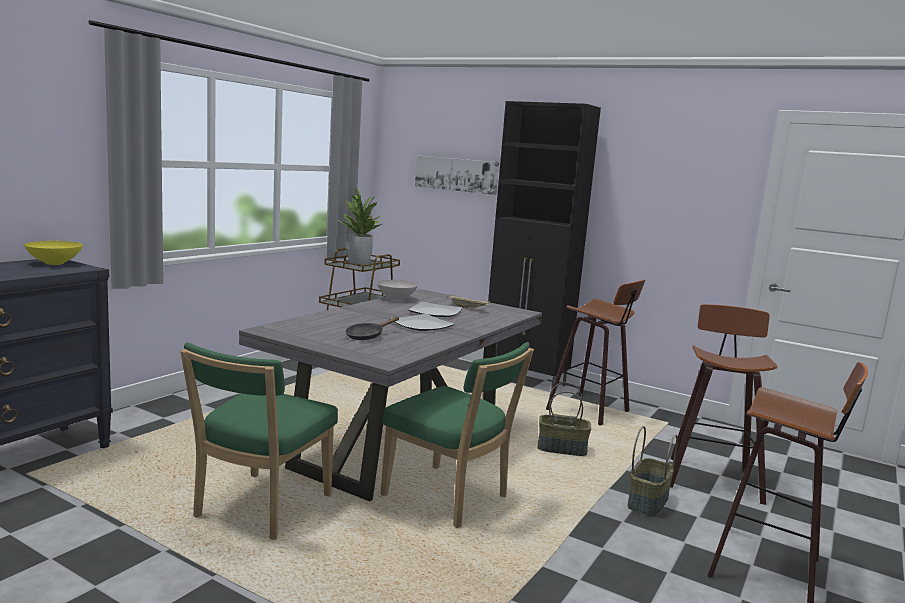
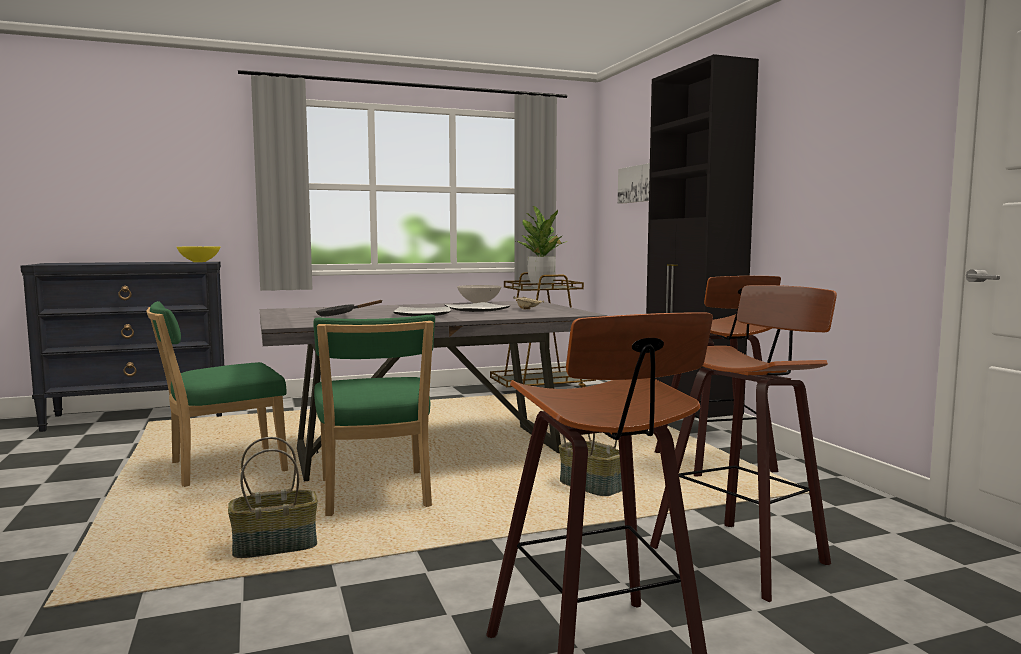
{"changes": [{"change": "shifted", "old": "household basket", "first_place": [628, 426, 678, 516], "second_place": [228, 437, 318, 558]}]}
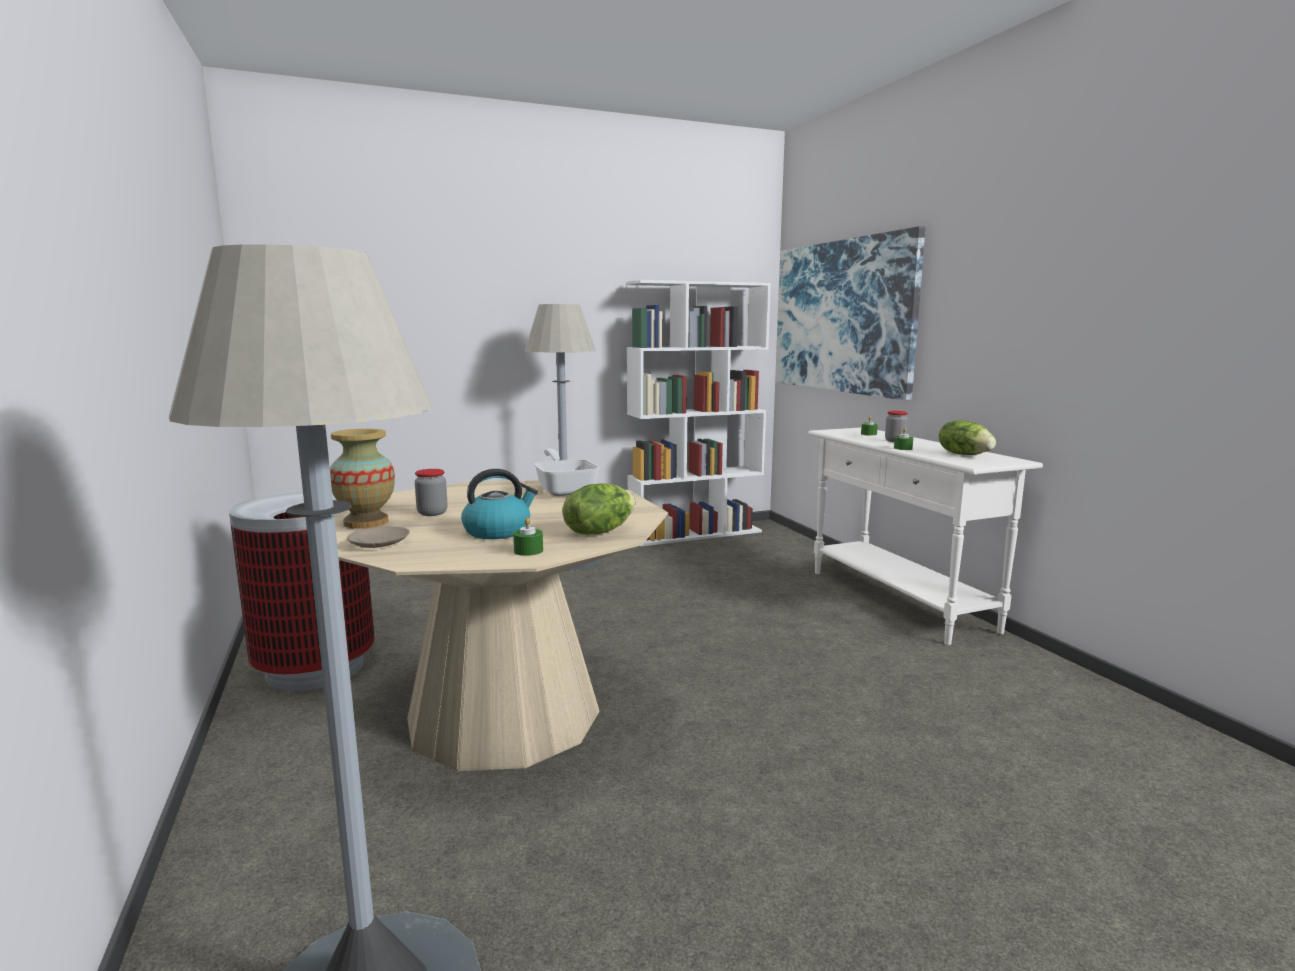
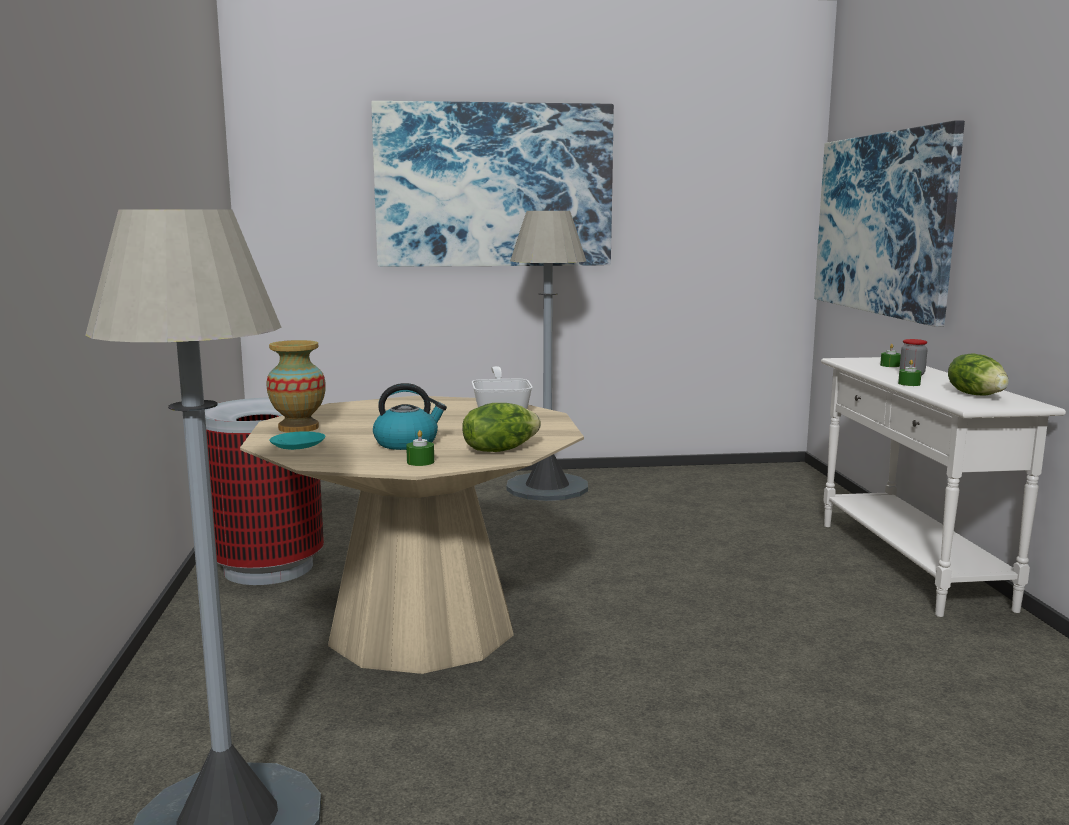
{"changes": [{"change": "repainted", "old": "dinner plate in sand-coloured", "new": "dinner plate in blue-green", "first_place": [347, 526, 410, 548], "second_place": [270, 431, 325, 450]}, {"change": "gone", "old": "storage jar", "first_place": [415, 469, 448, 516]}, {"change": "gone", "old": "shelving unit in white-coloured", "first_place": [626, 280, 771, 546]}, {"change": "new", "new": "wall art", "second_place": [371, 101, 614, 267]}]}
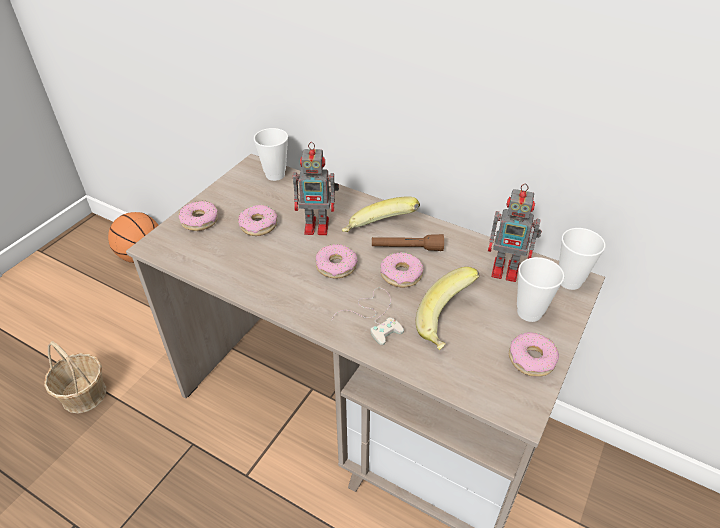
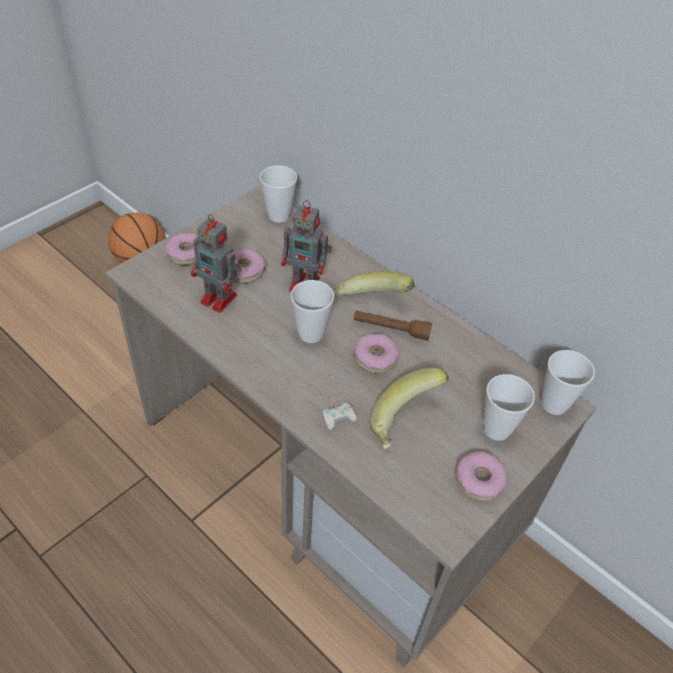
{"changes": [{"change": "gone", "old": "household basket", "first_place": [44, 341, 106, 413]}, {"change": "swapped", "old": "ring doughnut", "new": "cup", "first_place": [316, 244, 358, 278], "second_place": [291, 280, 334, 343]}, {"change": "shifted", "old": "model robot", "first_place": [488, 184, 542, 282], "second_place": [191, 214, 242, 313]}]}
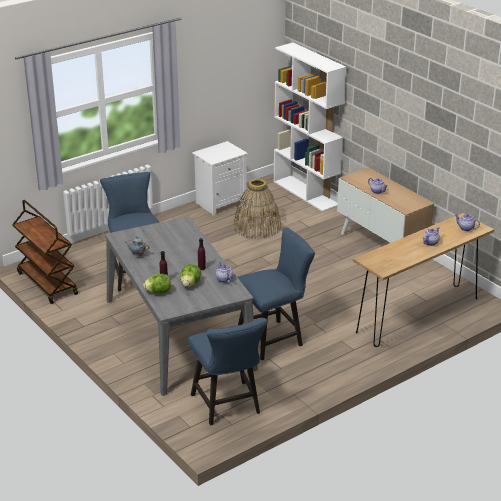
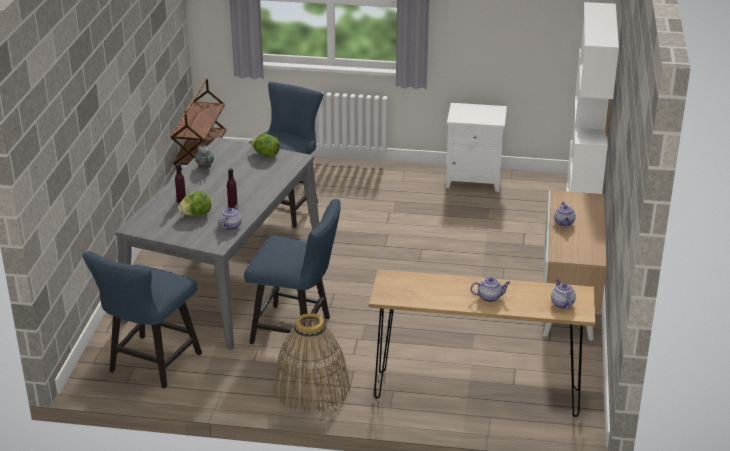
{"changes": [{"change": "shifted", "old": "lettuce", "first_place": [143, 274, 171, 294], "second_place": [251, 134, 280, 157]}, {"change": "shifted", "old": "household basket", "first_place": [234, 179, 281, 240], "second_place": [273, 313, 350, 413]}]}
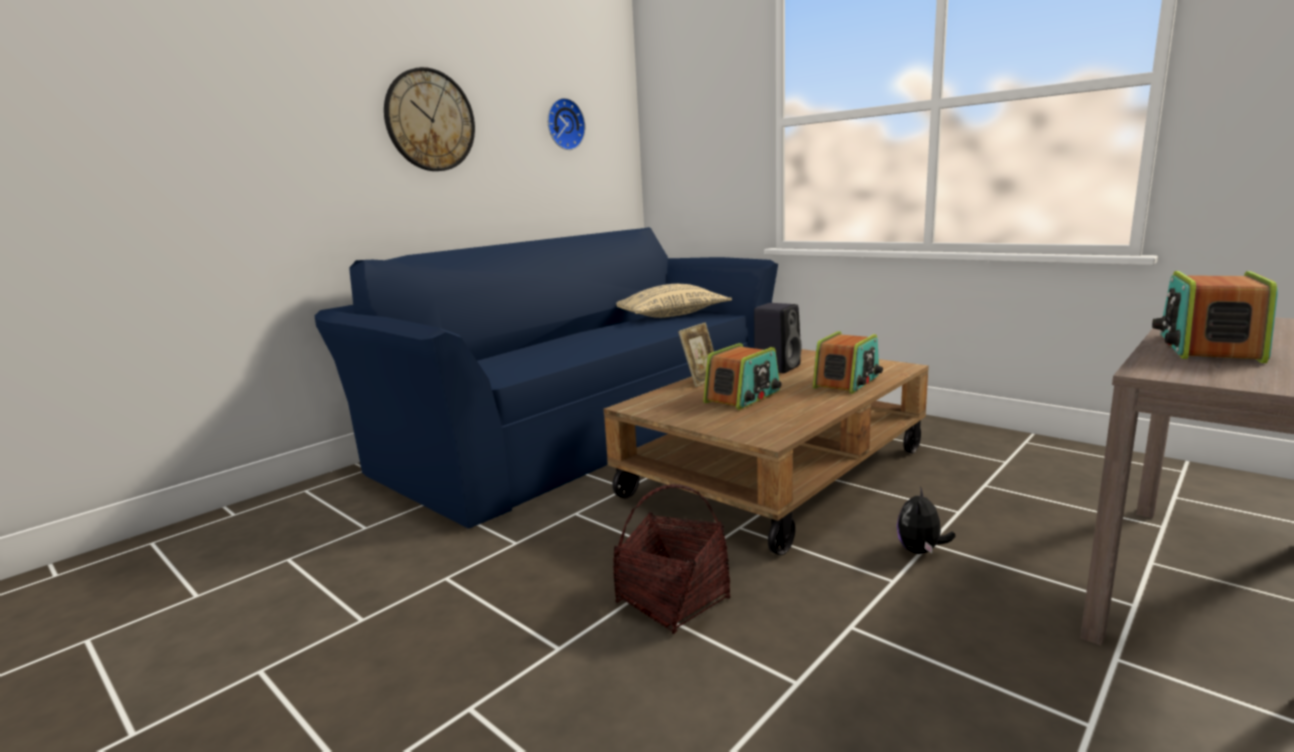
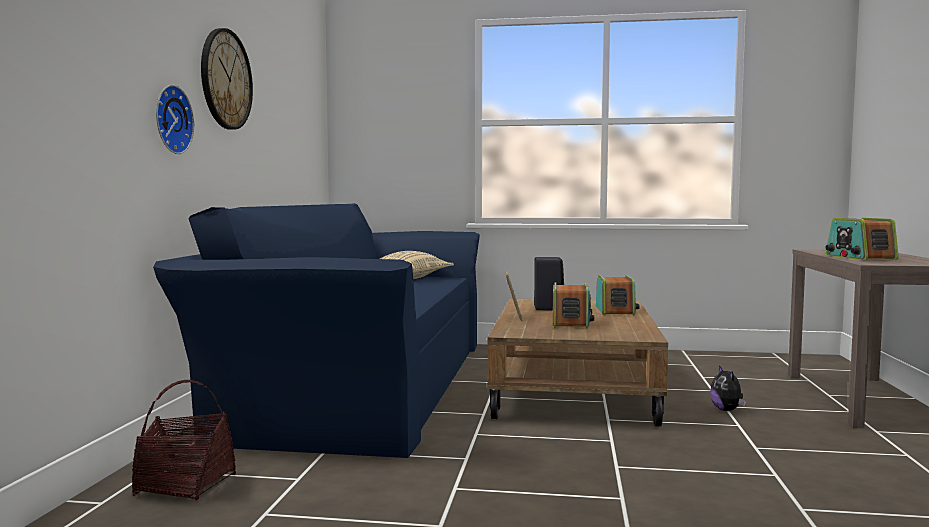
{"changes": [{"change": "shifted", "old": "clock on the wall", "first_place": [548, 98, 585, 150], "second_place": [156, 85, 194, 154]}, {"change": "shifted", "old": "household basket", "first_place": [613, 484, 730, 634], "second_place": [132, 380, 236, 501]}]}
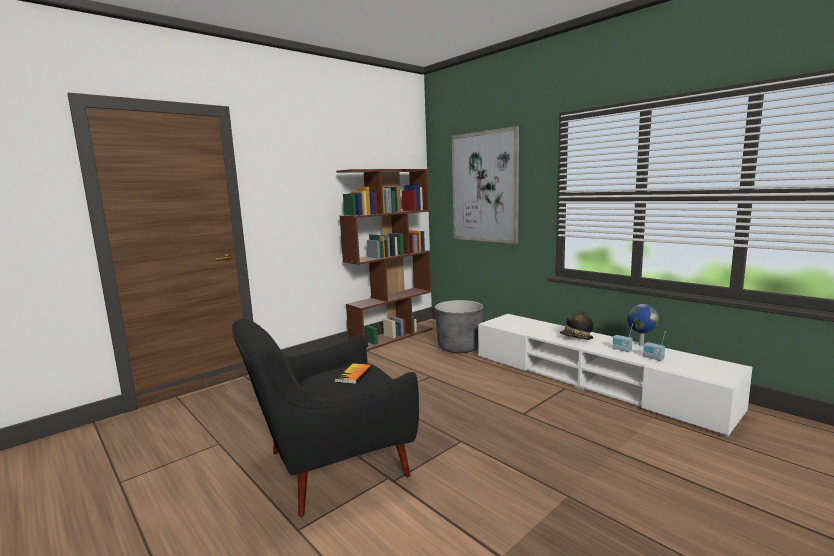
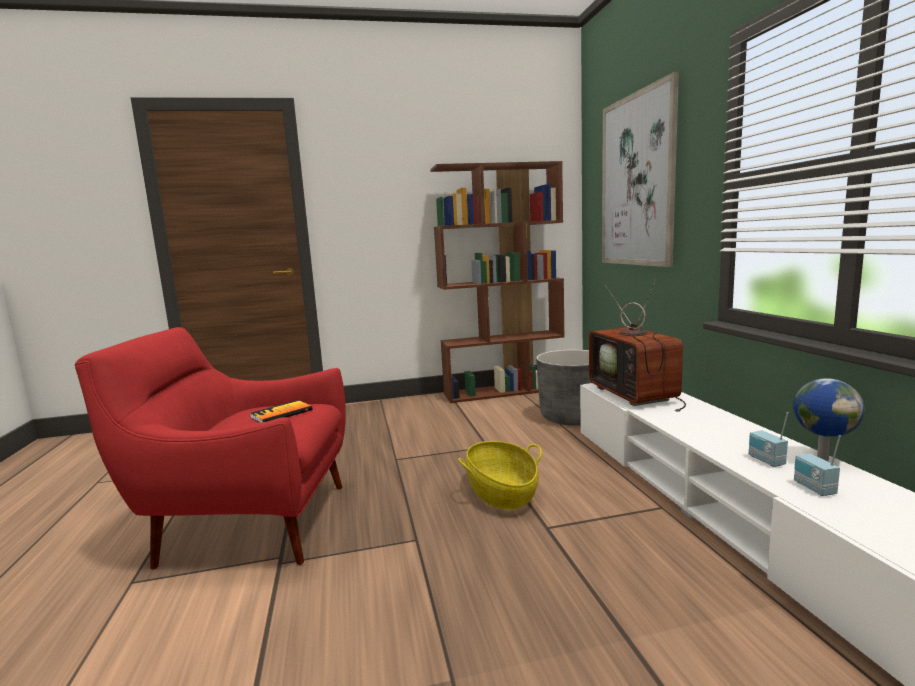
{"changes": [{"change": "repainted", "old": "easy chair in blackish", "new": "easy chair in red", "first_place": [232, 319, 419, 517], "second_place": [75, 327, 346, 570]}, {"change": "gone", "old": "clothing hat", "first_place": [560, 311, 593, 340]}, {"change": "new", "new": "household basket", "second_place": [458, 441, 542, 510]}, {"change": "new", "new": "television", "second_place": [589, 280, 686, 412]}]}
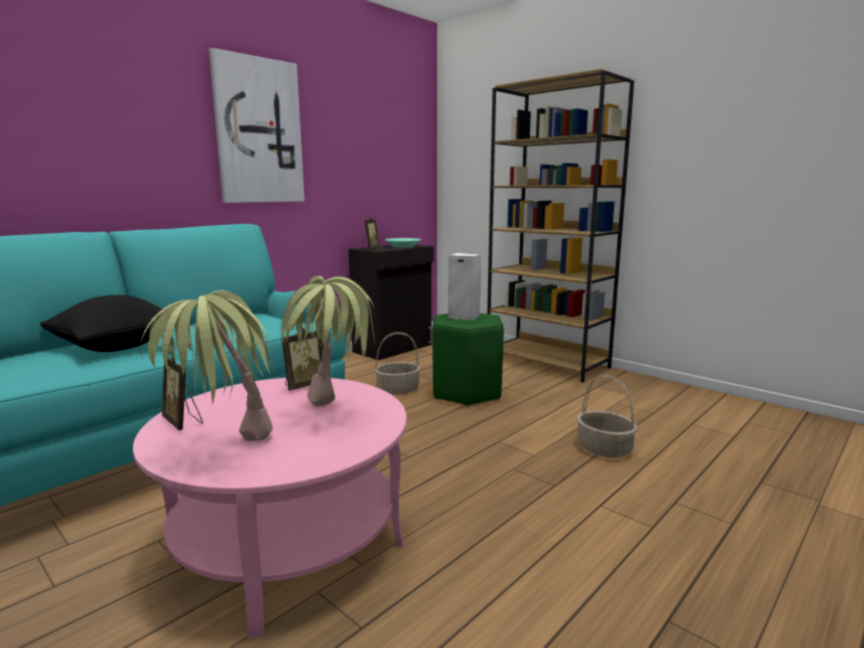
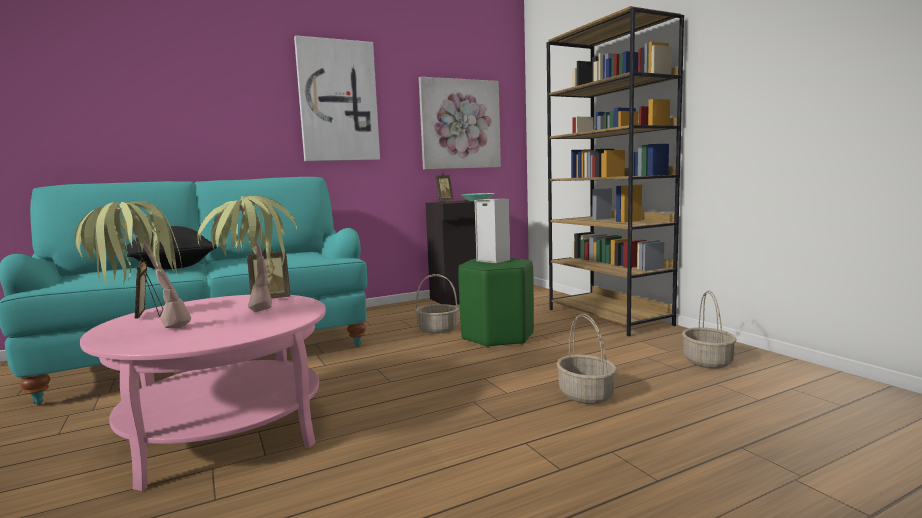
{"changes": [{"change": "new", "new": "wall art", "second_place": [419, 77, 501, 170]}, {"change": "new", "new": "household basket", "second_place": [682, 290, 737, 369]}]}
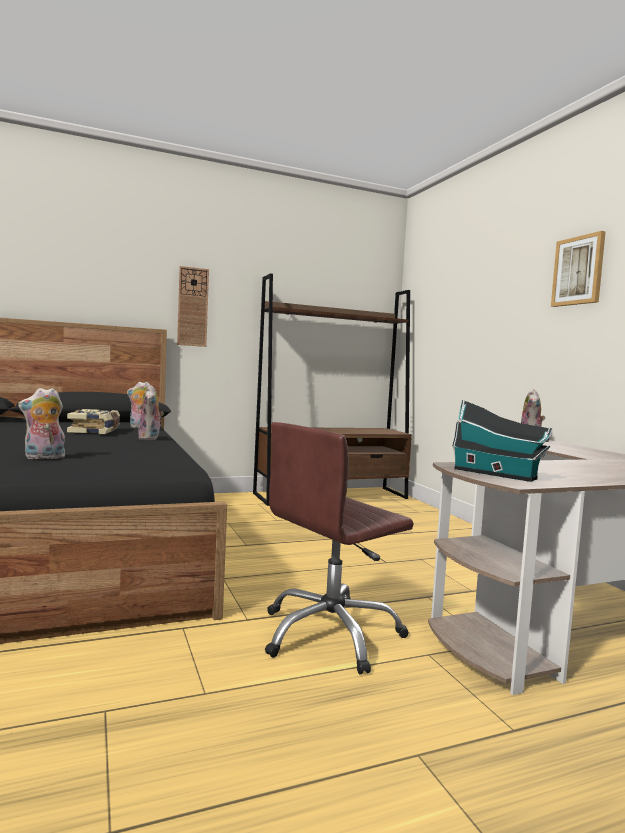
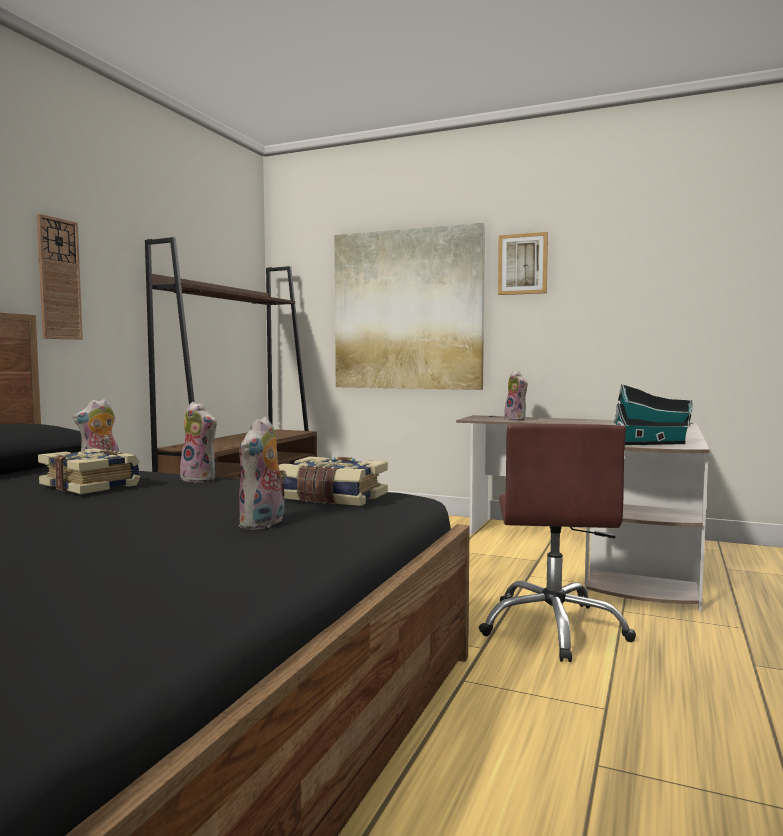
{"changes": [{"change": "new", "new": "volume", "second_place": [279, 456, 388, 506]}, {"change": "new", "new": "wall art", "second_place": [335, 223, 485, 390]}]}
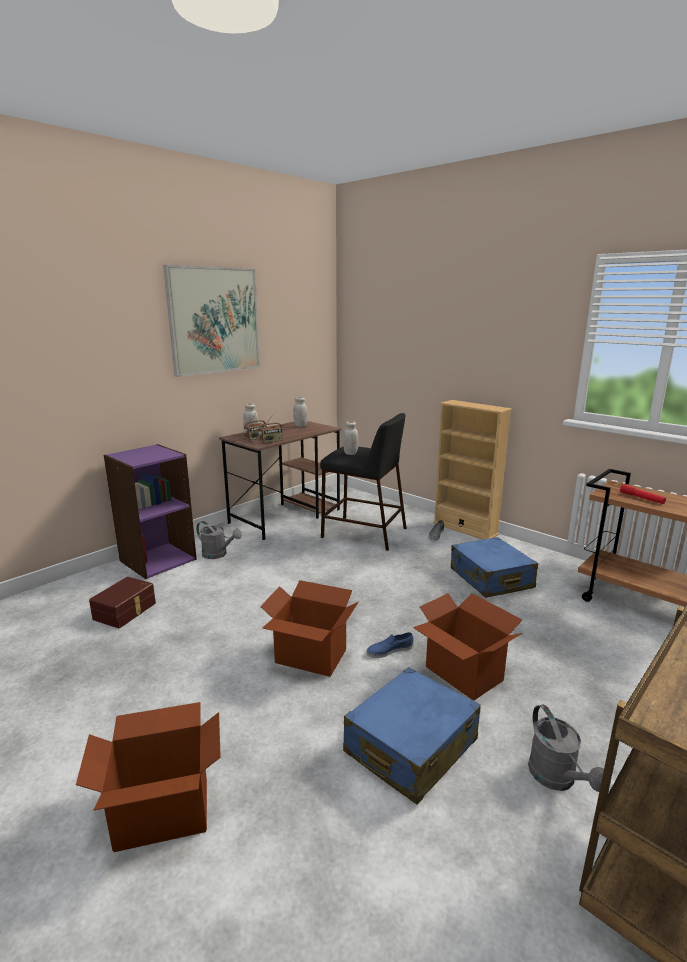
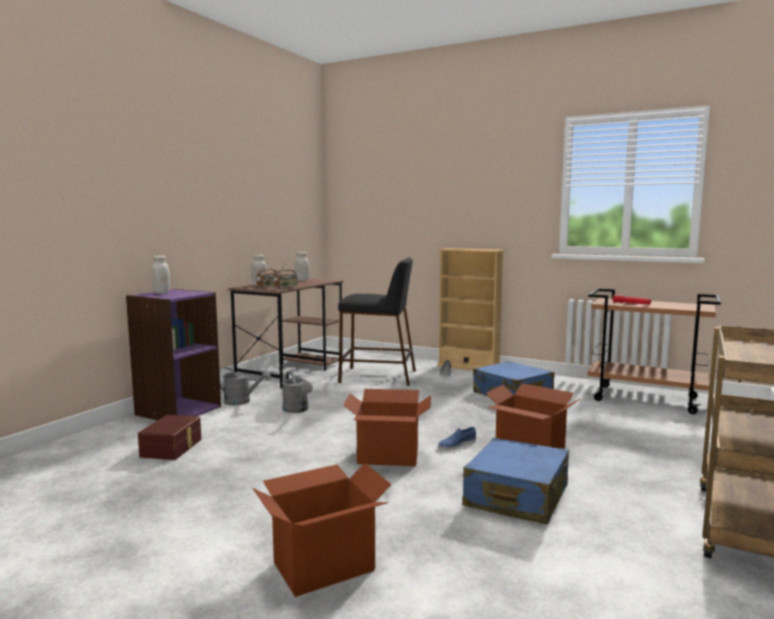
{"changes": [{"change": "gone", "old": "wall art", "first_place": [163, 265, 260, 377]}, {"change": "shifted", "old": "storage jar in white-coloured", "first_place": [343, 421, 359, 455], "second_place": [152, 255, 170, 294]}, {"change": "shifted", "old": "sprinkling can in greyish", "first_place": [528, 705, 604, 792], "second_place": [282, 371, 313, 413]}]}
